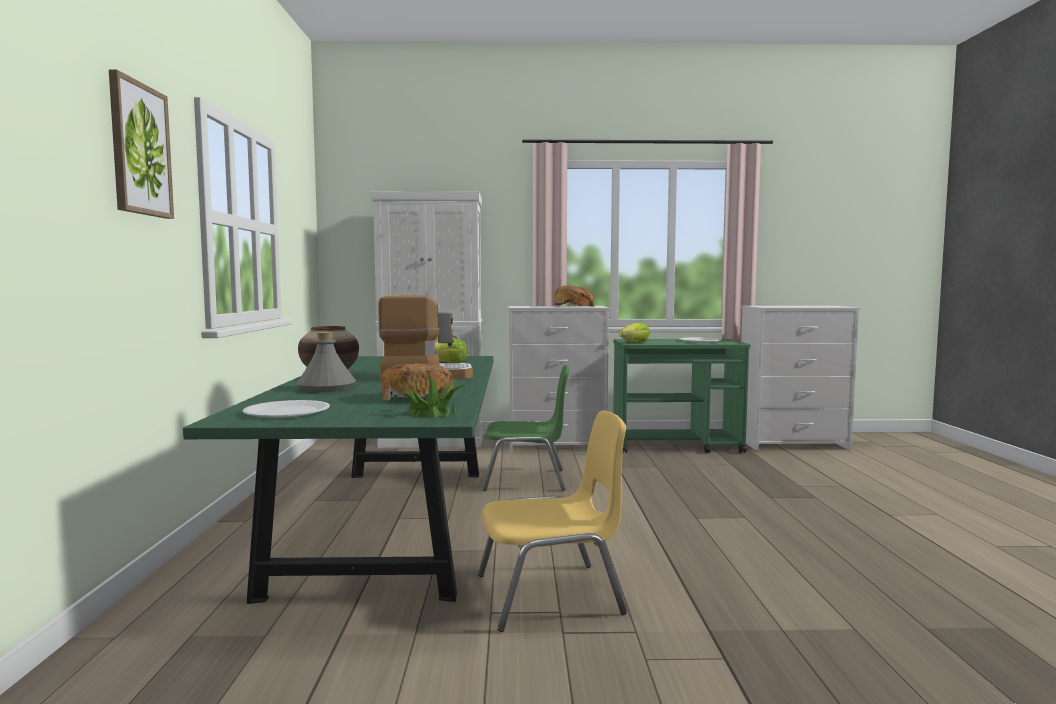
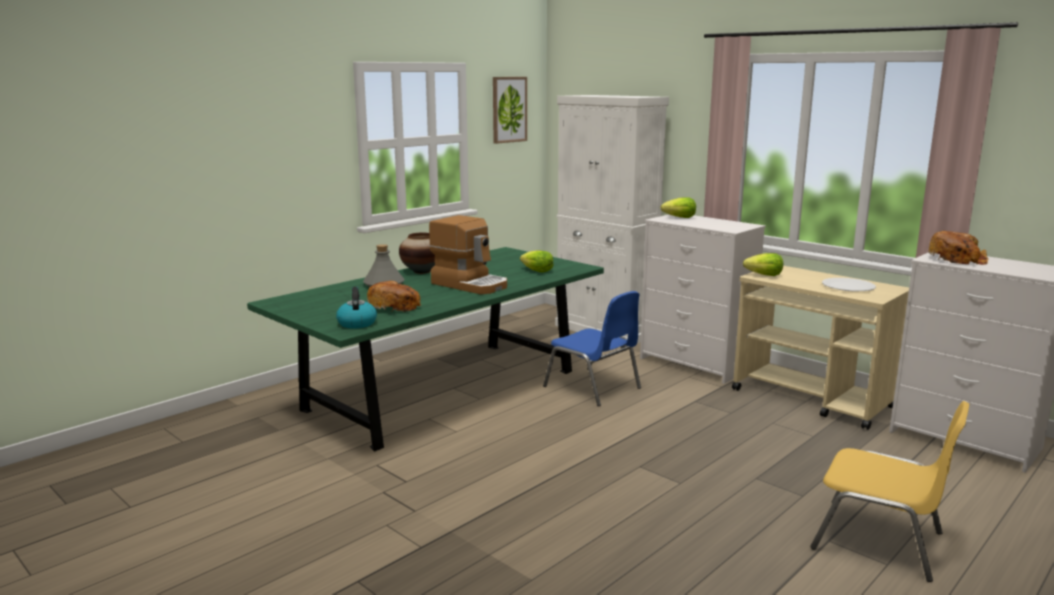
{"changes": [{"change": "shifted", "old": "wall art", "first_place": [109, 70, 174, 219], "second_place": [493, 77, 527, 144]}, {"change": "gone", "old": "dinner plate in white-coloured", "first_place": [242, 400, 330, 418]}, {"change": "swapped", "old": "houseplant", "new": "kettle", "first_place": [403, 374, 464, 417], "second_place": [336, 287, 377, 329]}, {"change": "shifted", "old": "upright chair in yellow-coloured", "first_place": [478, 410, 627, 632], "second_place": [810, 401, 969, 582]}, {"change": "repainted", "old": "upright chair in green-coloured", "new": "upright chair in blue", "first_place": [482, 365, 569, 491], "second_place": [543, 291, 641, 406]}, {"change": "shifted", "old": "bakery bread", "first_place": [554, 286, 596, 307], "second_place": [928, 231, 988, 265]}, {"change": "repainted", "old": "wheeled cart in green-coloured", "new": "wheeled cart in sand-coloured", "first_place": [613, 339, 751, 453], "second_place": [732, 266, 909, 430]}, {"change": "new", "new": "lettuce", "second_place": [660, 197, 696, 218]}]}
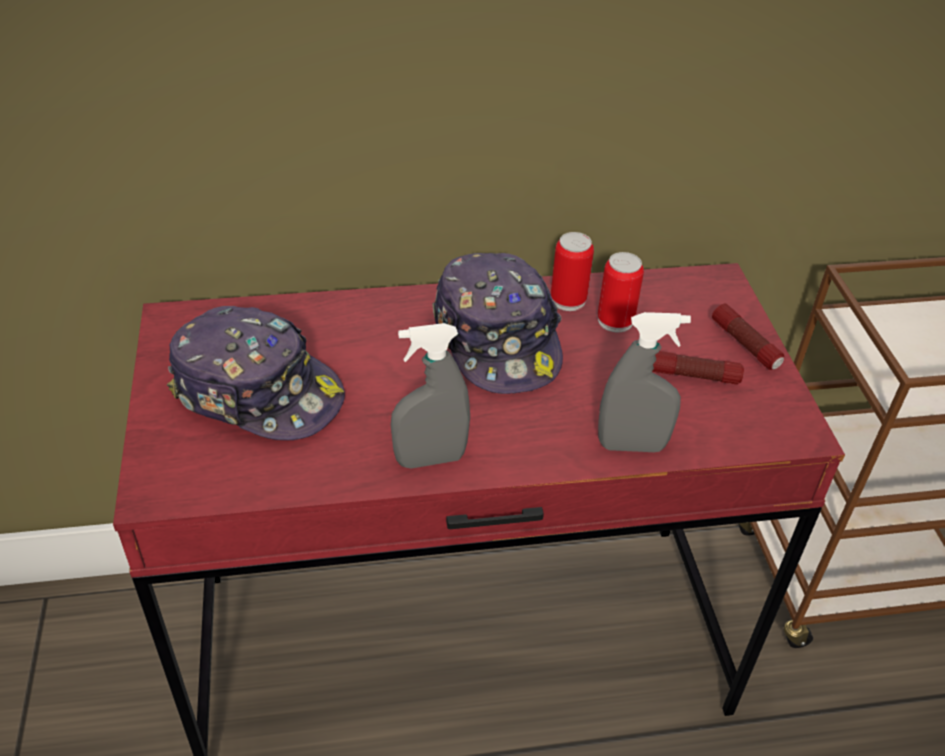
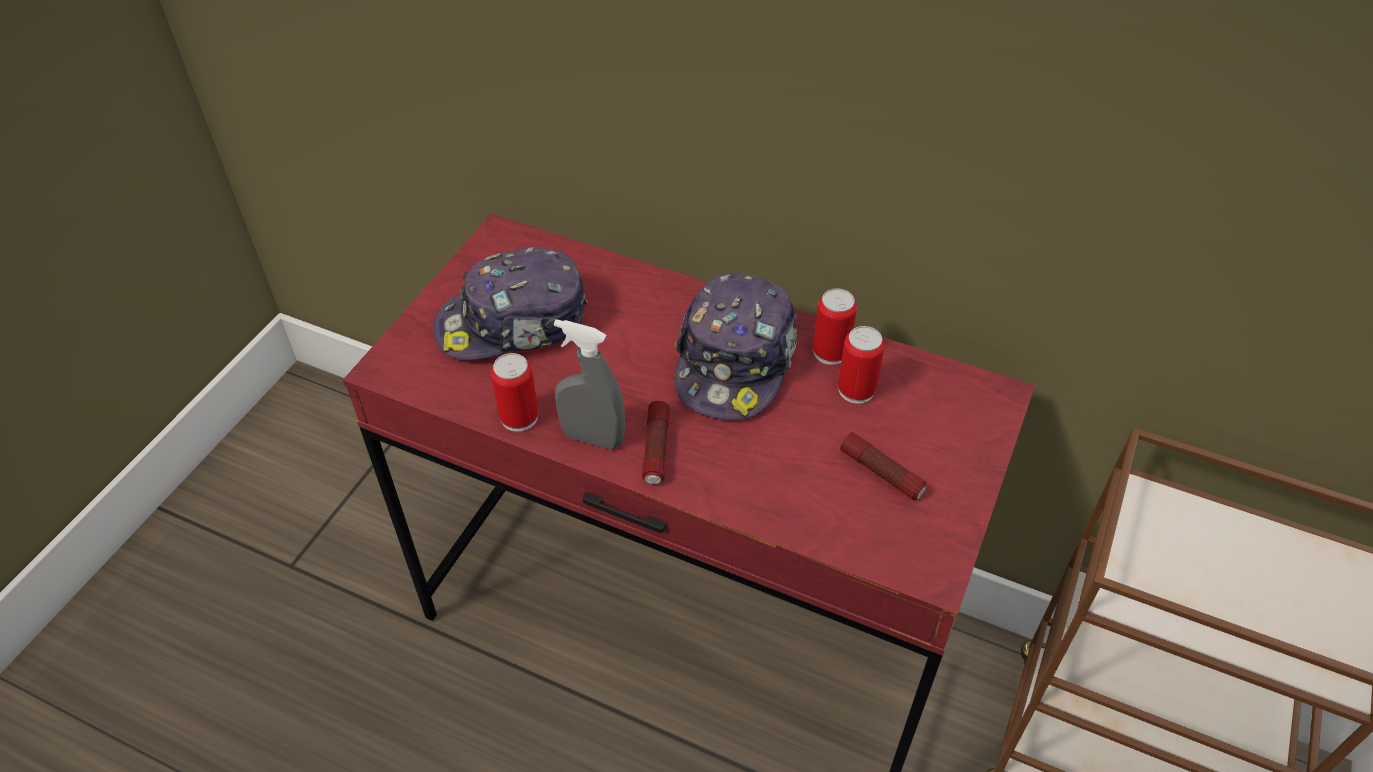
{"changes": [{"change": "rotated", "old": "baseball cap", "first_place": [167, 306, 345, 440], "second_place": [434, 247, 588, 360], "degrees": 105}, {"change": "gone", "old": "spray bottle in greyish", "first_place": [598, 312, 691, 452]}, {"change": "shifted", "old": "hand torch", "first_place": [712, 304, 784, 370], "second_place": [642, 401, 670, 485]}, {"change": "new", "new": "metal can", "second_place": [491, 353, 538, 432]}]}
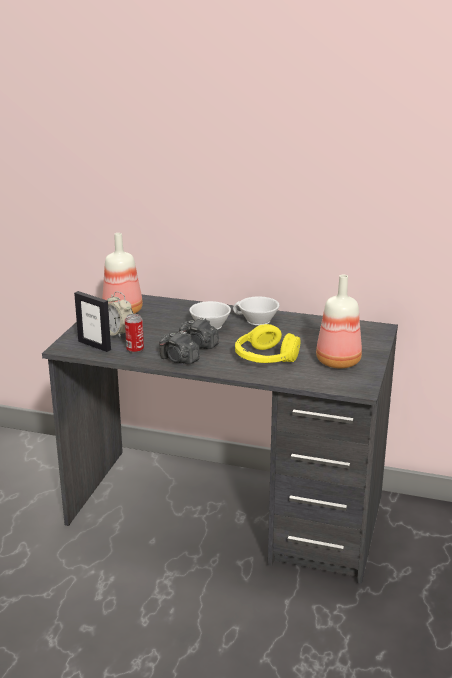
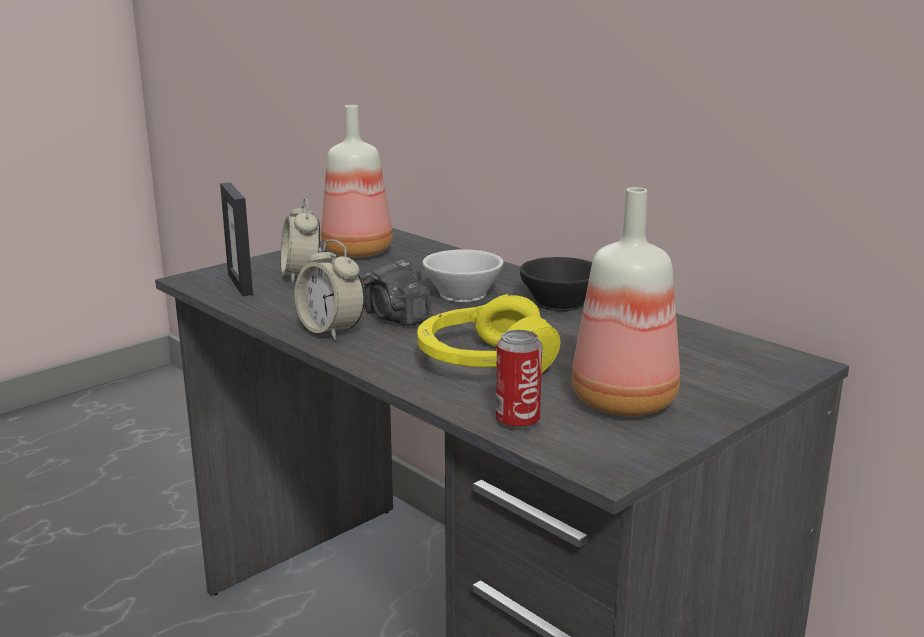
{"changes": [{"change": "shifted", "old": "metal can", "first_place": [125, 314, 144, 353], "second_place": [496, 330, 542, 430]}, {"change": "swapped", "old": "still camera", "new": "alarm clock", "first_place": [159, 331, 200, 364], "second_place": [295, 239, 365, 340]}, {"change": "repainted", "old": "cup in white-coloured", "new": "cup in blackish", "first_place": [233, 296, 279, 325], "second_place": [520, 257, 592, 311]}]}
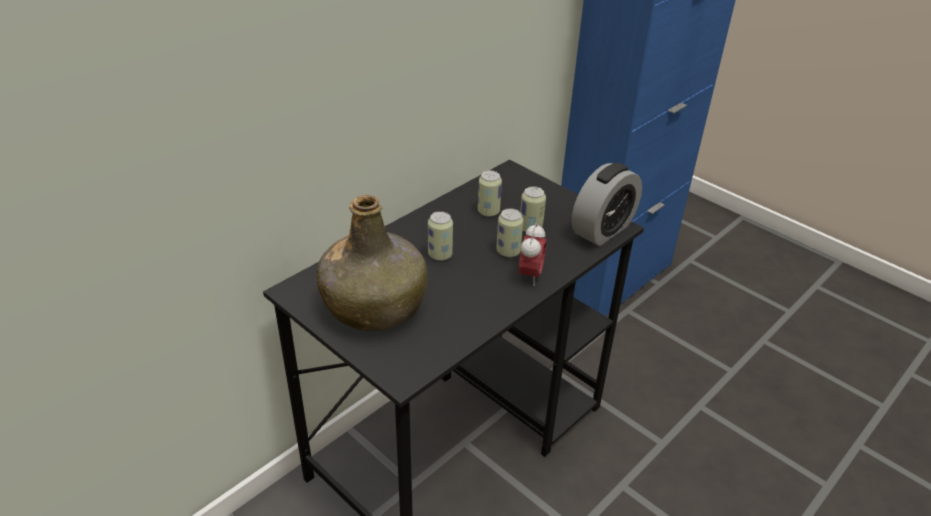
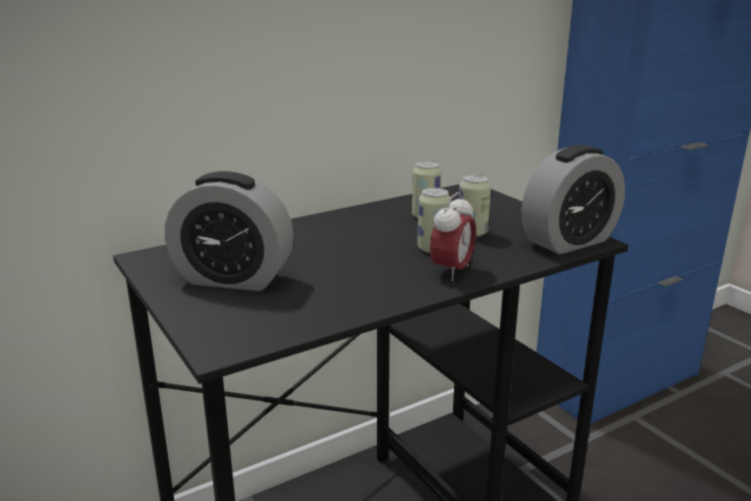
{"changes": [{"change": "swapped", "old": "beverage bottle in green-coloured", "new": "alarm clock", "first_place": [316, 195, 427, 331], "second_place": [165, 171, 294, 291]}, {"change": "gone", "old": "metal can", "first_place": [428, 211, 453, 261]}]}
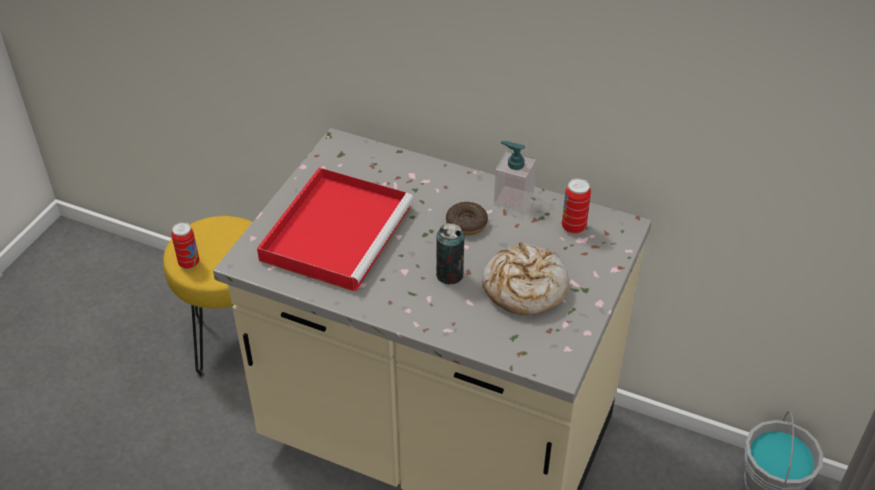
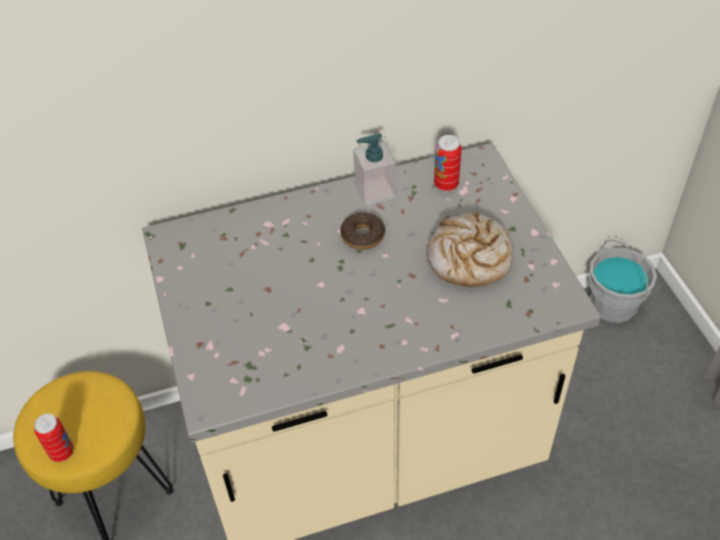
{"changes": [{"change": "gone", "old": "tray in red", "first_place": [257, 167, 414, 292]}, {"change": "gone", "old": "metal can", "first_place": [436, 223, 464, 284]}]}
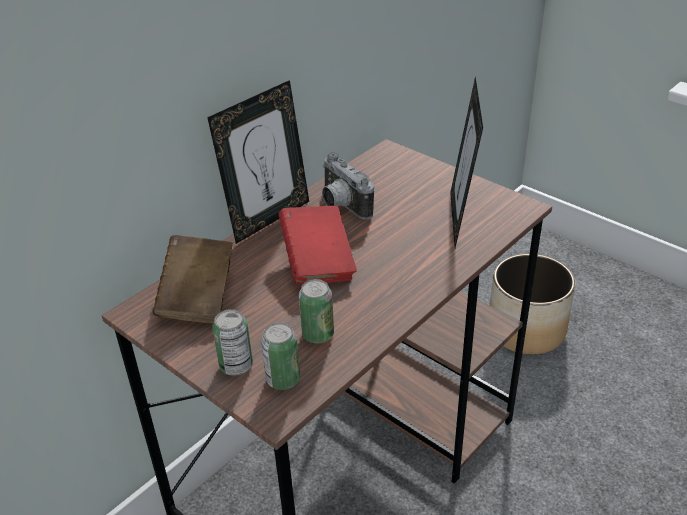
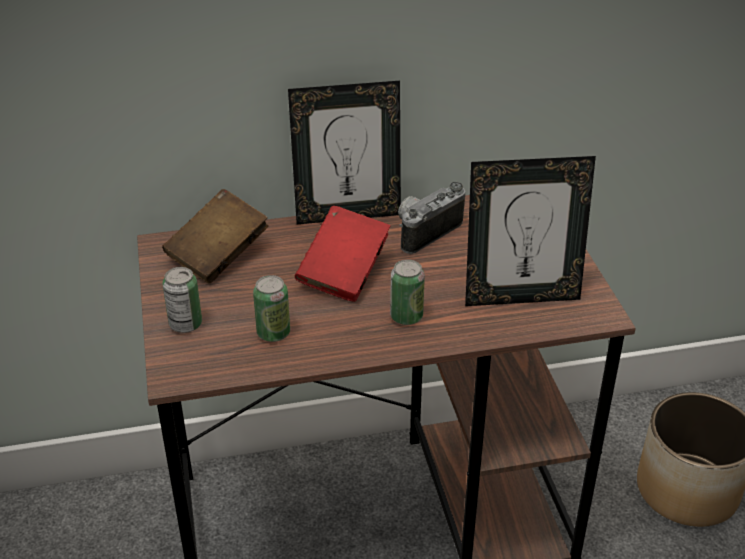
{"changes": [{"change": "shifted", "old": "metal can", "first_place": [261, 322, 300, 390], "second_place": [390, 259, 425, 325]}, {"change": "rotated", "old": "still camera", "first_place": [322, 152, 374, 219], "second_place": [398, 182, 465, 254], "degrees": 45}, {"change": "rotated", "old": "standing frame", "first_place": [450, 76, 483, 248], "second_place": [465, 156, 596, 306], "degrees": -135}]}
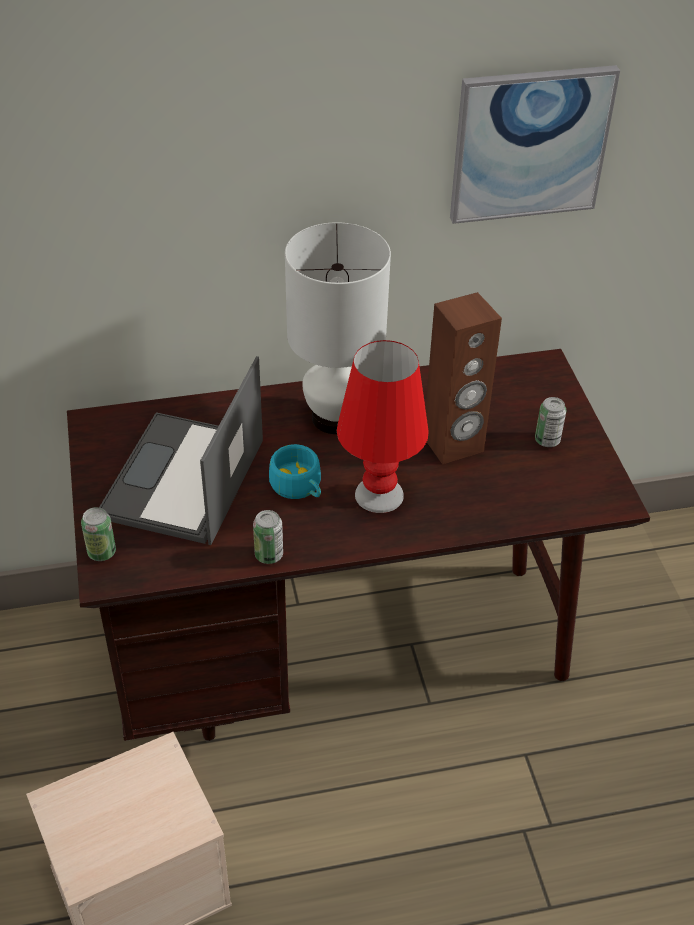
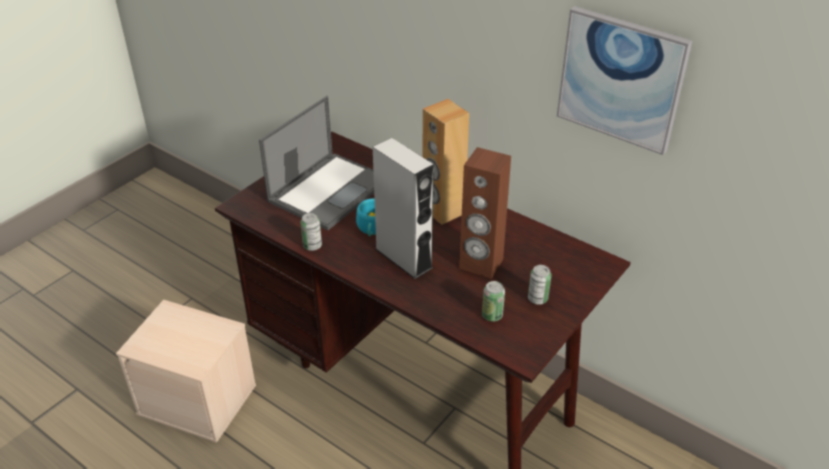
{"changes": [{"change": "shifted", "old": "metal can", "first_place": [81, 507, 116, 561], "second_place": [482, 281, 505, 322]}, {"change": "rotated", "old": "laptop", "first_place": [99, 356, 263, 545], "second_place": [259, 96, 374, 231], "degrees": 150}, {"change": "swapped", "old": "lamp for a table in white-coloured", "new": "audio speaker in brown", "first_place": [285, 222, 391, 434], "second_place": [422, 99, 469, 225]}, {"change": "swapped", "old": "lamp for a table in red", "new": "audio speaker in greyish", "first_place": [337, 340, 429, 513], "second_place": [373, 138, 434, 279]}]}
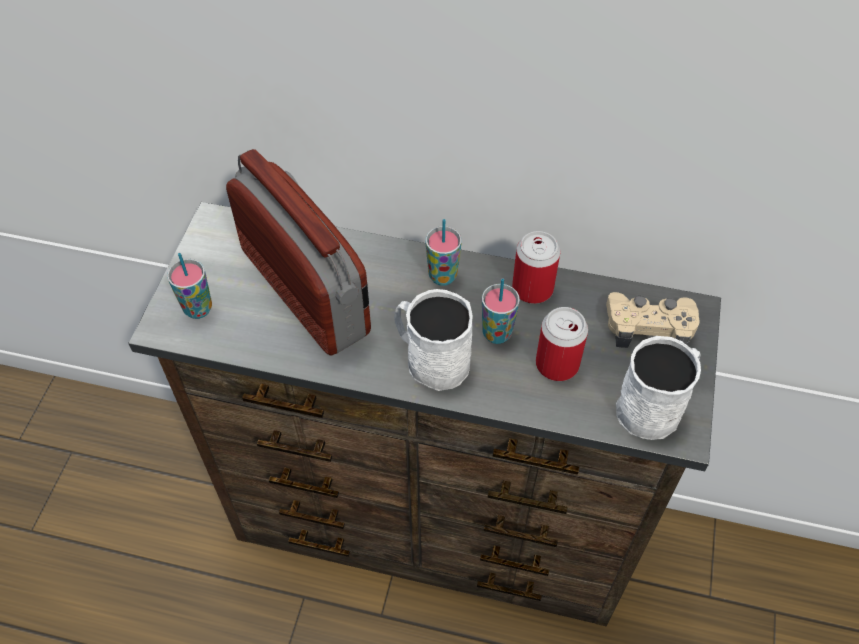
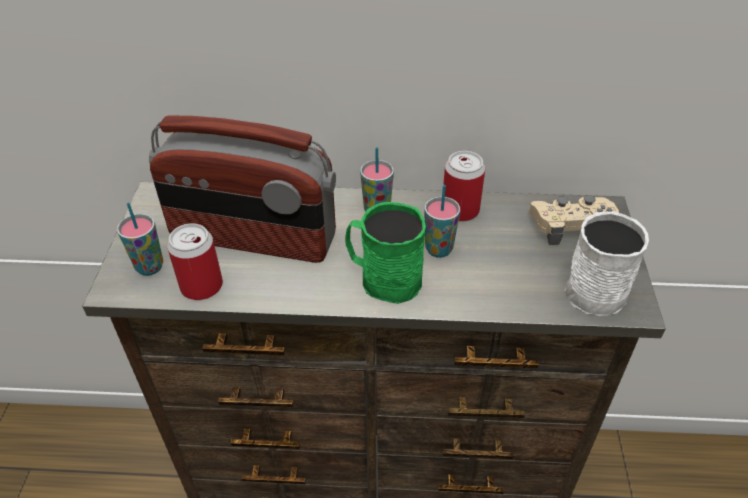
{"changes": [{"change": "rotated", "old": "radio", "first_place": [226, 149, 371, 355], "second_place": [149, 115, 336, 263], "degrees": 150}, {"change": "repainted", "old": "coffee mug in white-coloured", "new": "coffee mug in green-coloured", "first_place": [394, 289, 473, 391], "second_place": [345, 202, 426, 304]}, {"change": "shifted", "old": "metal can", "first_place": [536, 307, 588, 381], "second_place": [167, 223, 223, 300]}]}
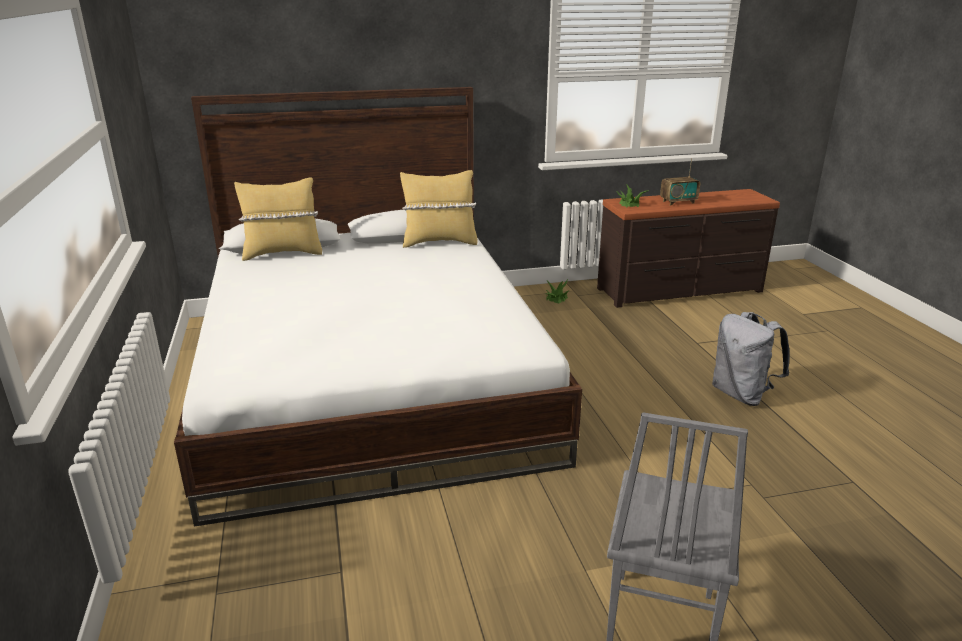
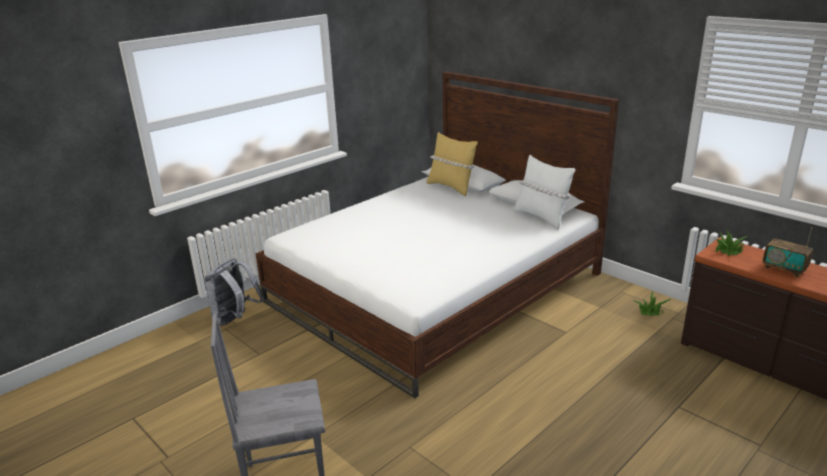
{"changes": [{"change": "repainted", "old": "throw pillow in yellow-coloured", "new": "throw pillow in white-coloured", "first_place": [400, 170, 478, 248], "second_place": [513, 155, 576, 230]}, {"change": "shifted", "old": "rucksack in greyish", "first_place": [712, 312, 789, 406], "second_place": [205, 258, 264, 326]}]}
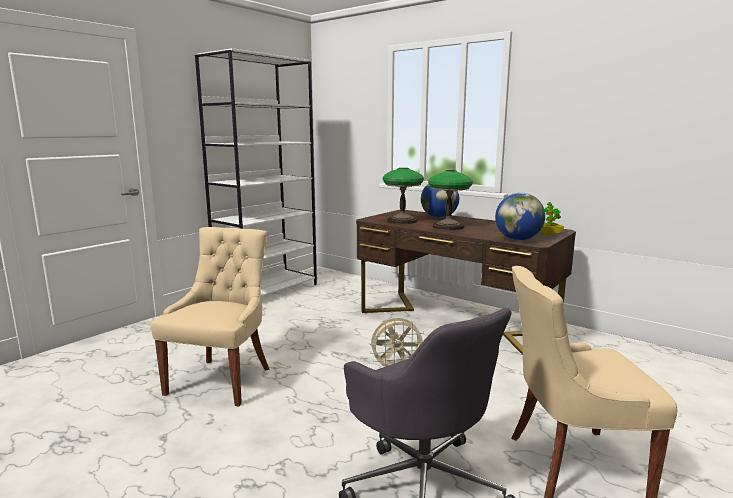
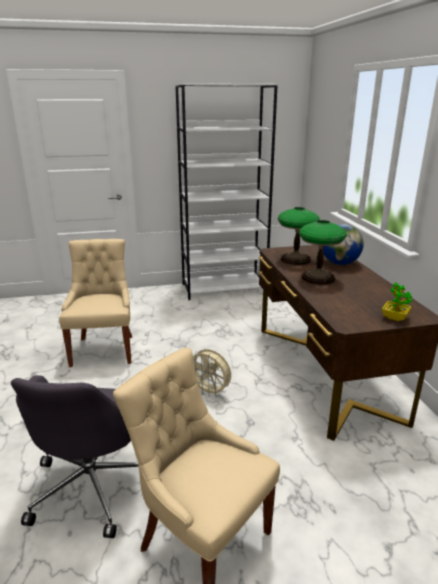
{"changes": [{"change": "rotated", "old": "upright chair in sand-coloured", "first_place": [151, 227, 269, 406], "second_place": [59, 239, 132, 367], "degrees": -60}, {"change": "gone", "old": "world globe", "first_place": [495, 193, 545, 240]}]}
